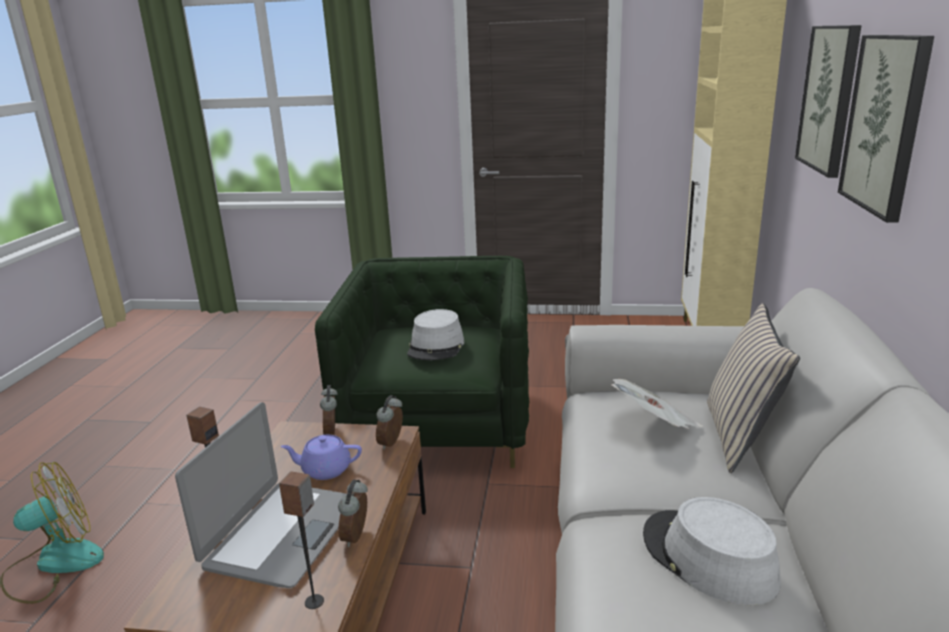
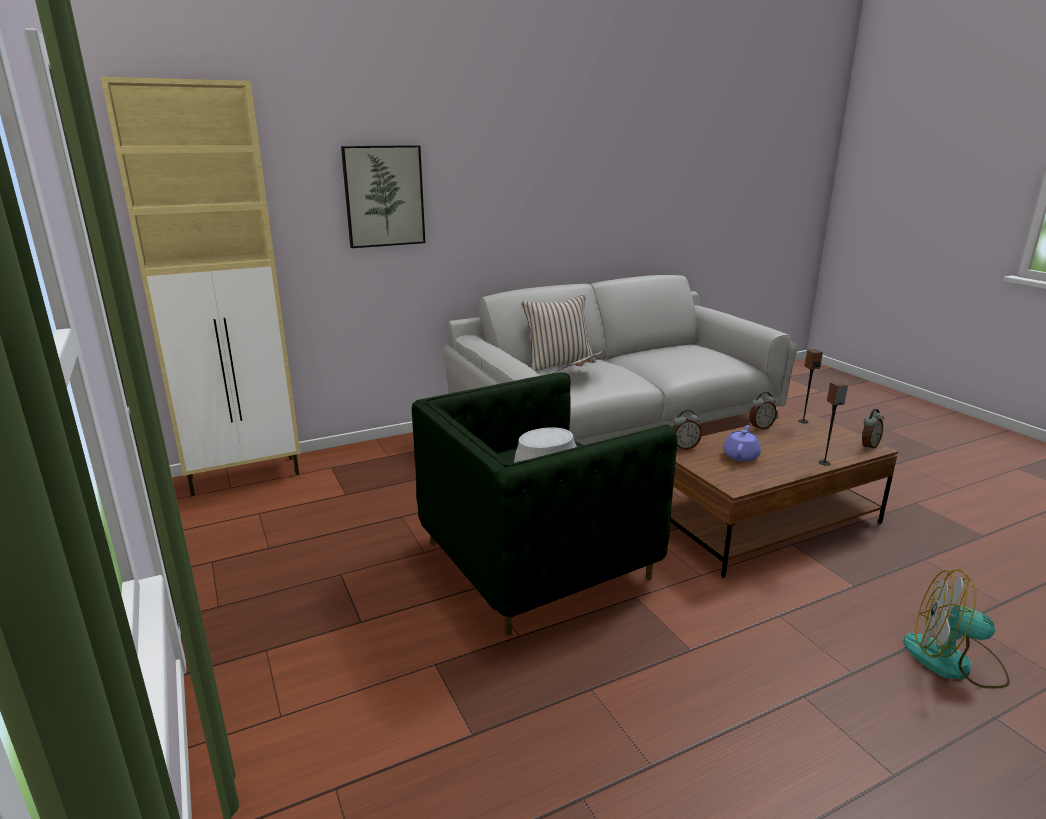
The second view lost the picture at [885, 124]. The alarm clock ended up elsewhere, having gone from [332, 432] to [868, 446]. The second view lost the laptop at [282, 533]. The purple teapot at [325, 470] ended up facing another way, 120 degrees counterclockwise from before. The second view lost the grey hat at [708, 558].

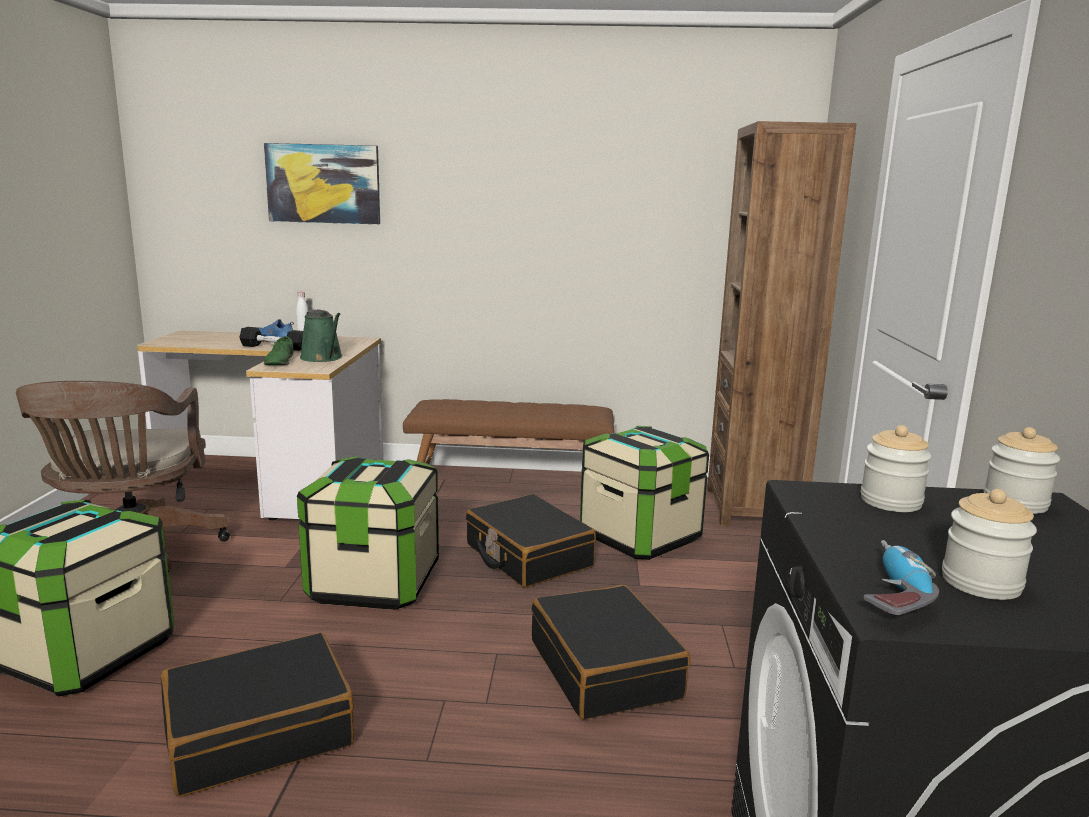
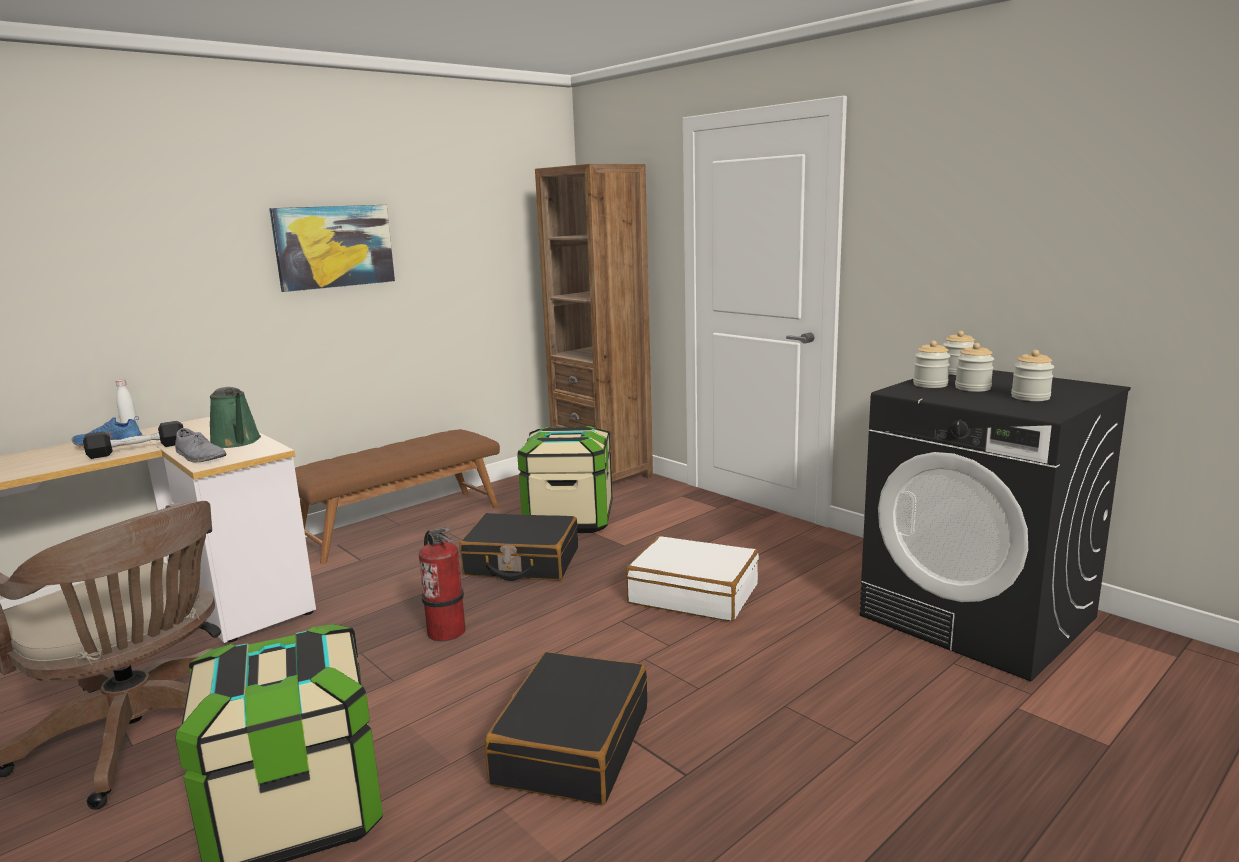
The picture ended up elsewhere, having gone from [323, 184] to [334, 246]. The green watering can at [323, 358] ended up facing another way, 45 degrees clockwise from before. What was the green shoe at [280, 361] turned into the grey shoe at [200, 456]. Where the storage box stood at [374, 583], the fire extinguisher came to stand at [446, 631]. The second view lost the power drill at [889, 593]. What was the black suitcase at [605, 669] turned into the white suitcase at [694, 594]. The second view gained the jar at [972, 388].

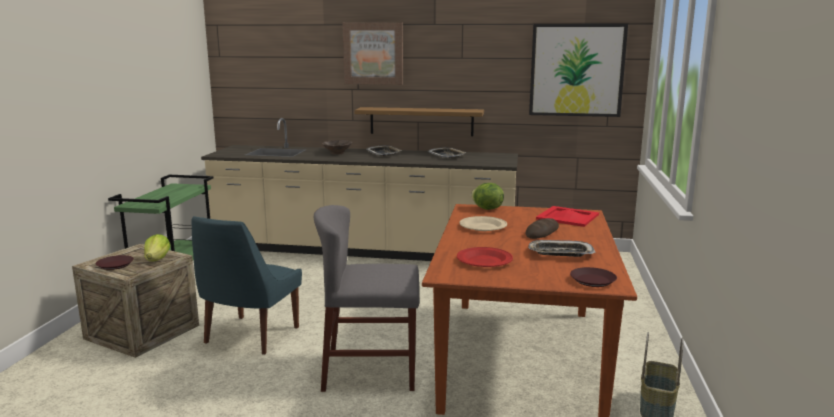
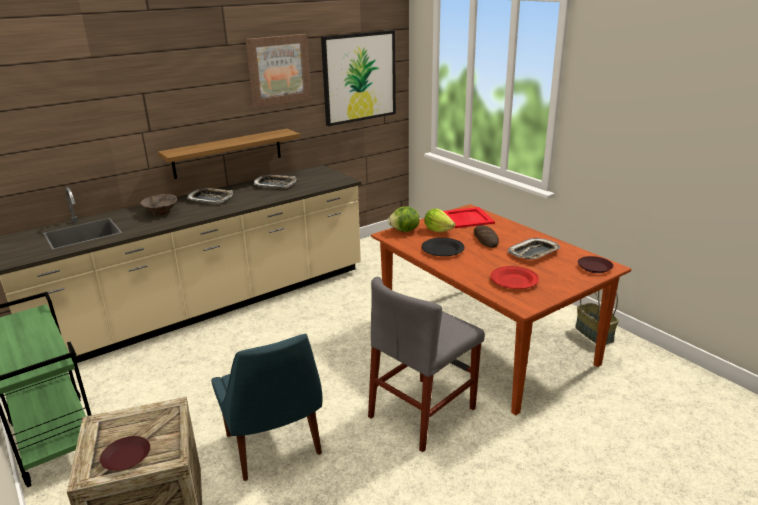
The picture ended up elsewhere, having gone from [373, 53] to [278, 70]. What was the beige plate at [482, 227] turned into the black plate at [442, 250]. The lettuce ended up elsewhere, having gone from [157, 259] to [438, 230].

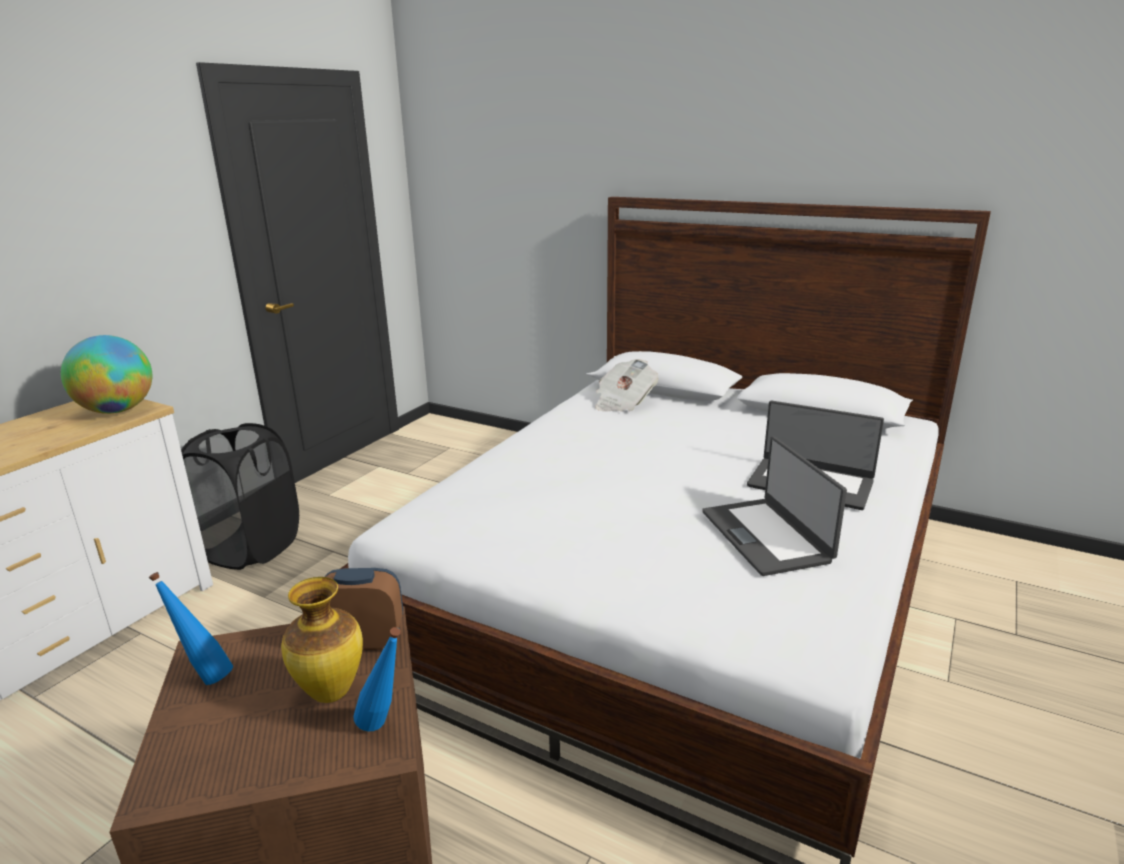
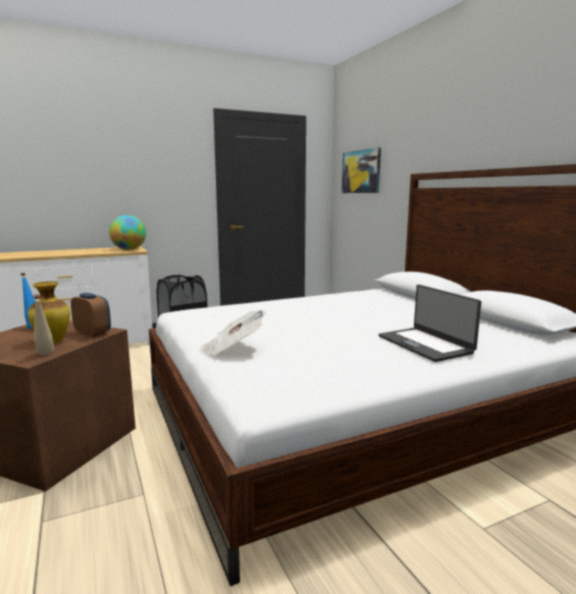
The newspaper ended up elsewhere, having gone from [623, 403] to [232, 349]. The second view lost the laptop at [766, 536]. What was the blue bottle at [385, 728] turned into the beige bottle at [45, 355]. The second view gained the picture at [361, 172].

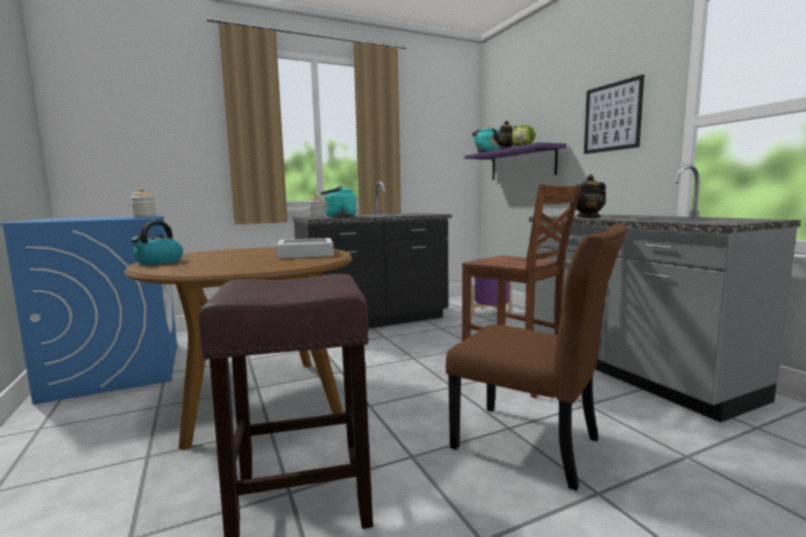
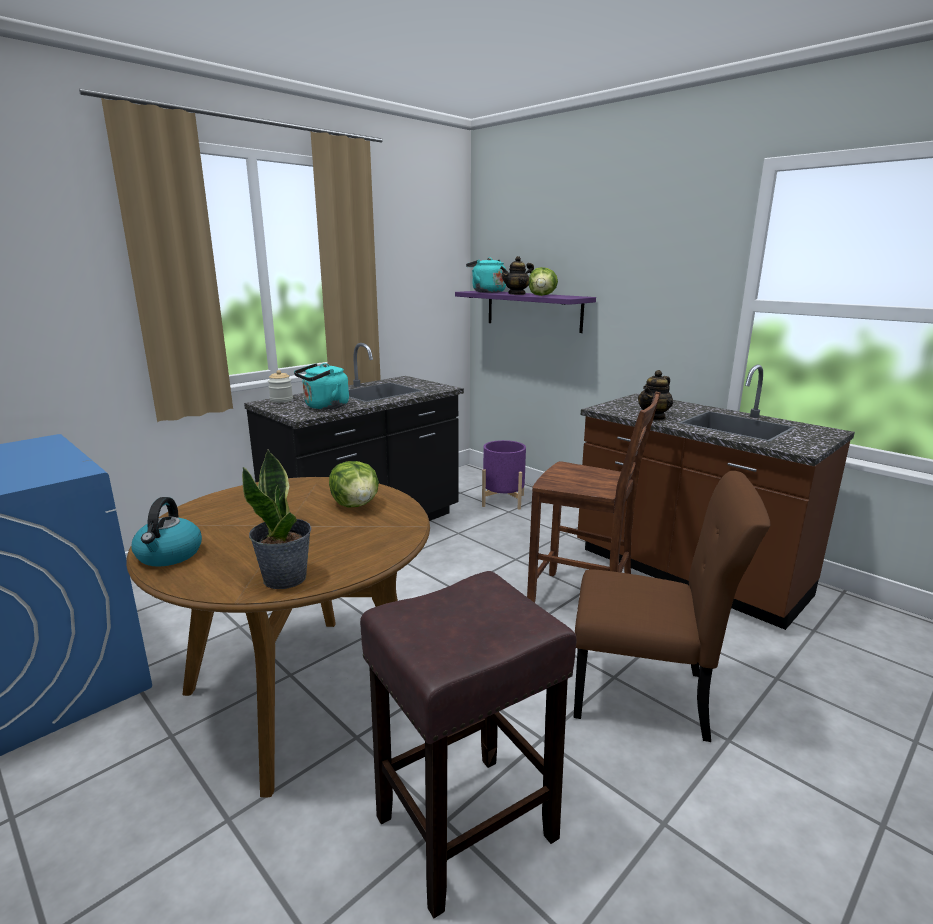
The second view lost the picture at [612, 117]. What was the grey counter at [631, 371] turned into the brown counter at [687, 574]. The second view lost the jar at [144, 216]. Where the grey tray stood at [305, 254], the lettuce came to stand at [356, 505]. The second view gained the potted plant at [286, 578].

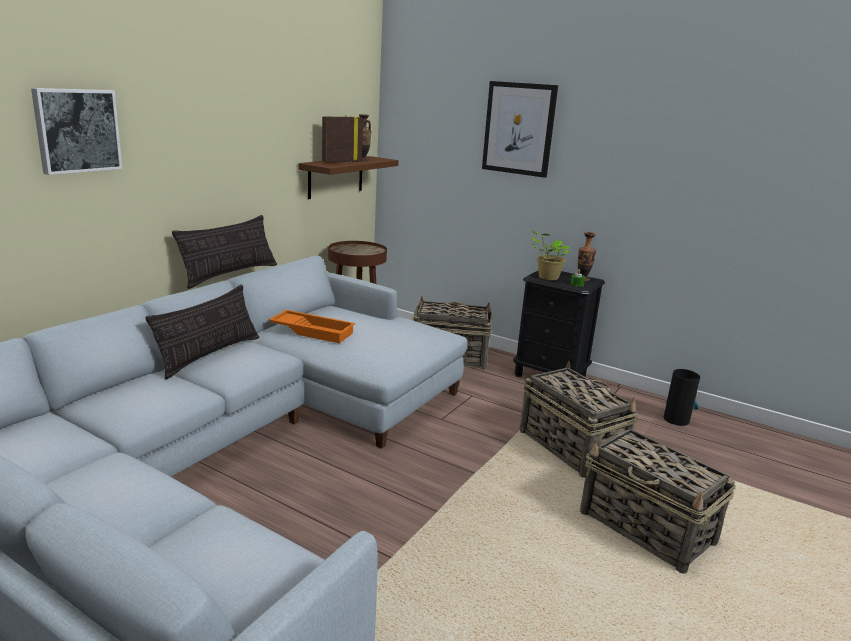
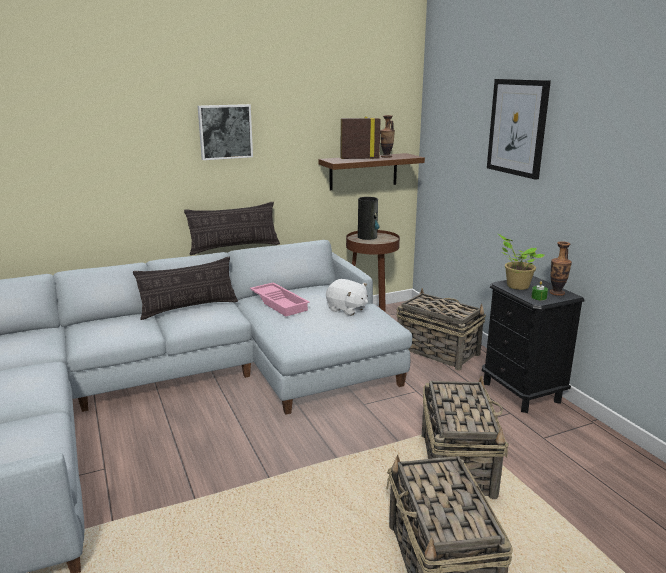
The picture ended up elsewhere, having gone from [77, 130] to [225, 131]. What was the orange tray at [313, 331] turned into the pink tray at [280, 303]. The vase ended up elsewhere, having gone from [676, 419] to [367, 237]. The second view gained the white plush toy at [347, 309].

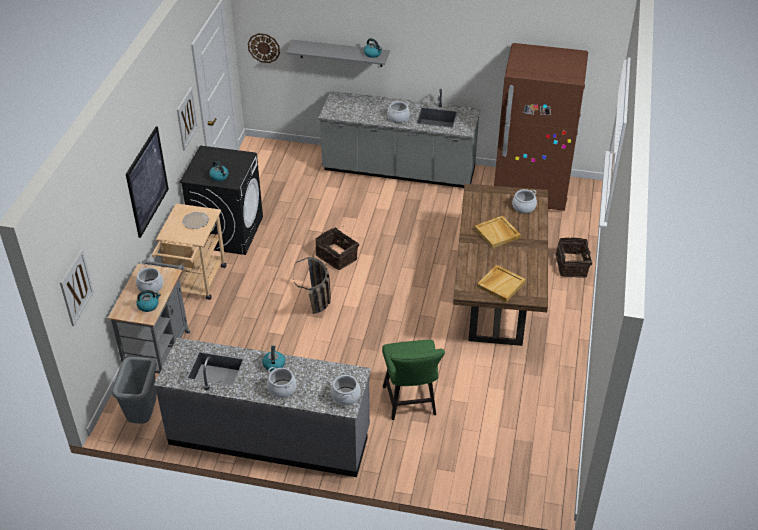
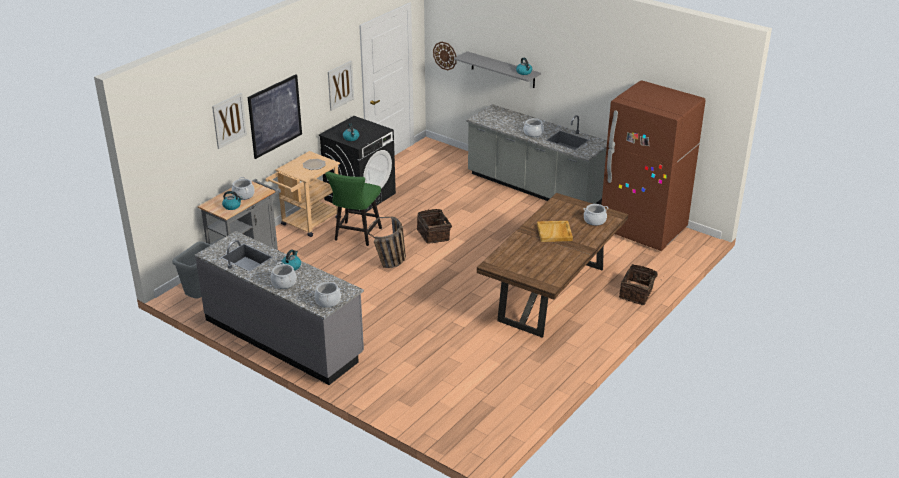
The picture ended up elsewhere, having gone from [76, 287] to [229, 120]. The second view lost the beige tray at [500, 284]. The green chair ended up elsewhere, having gone from [411, 404] to [356, 236].

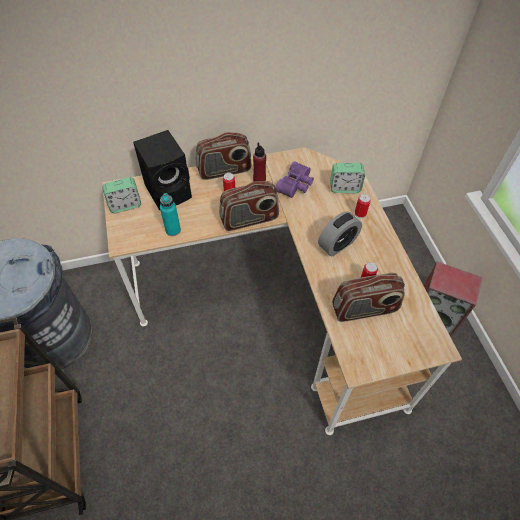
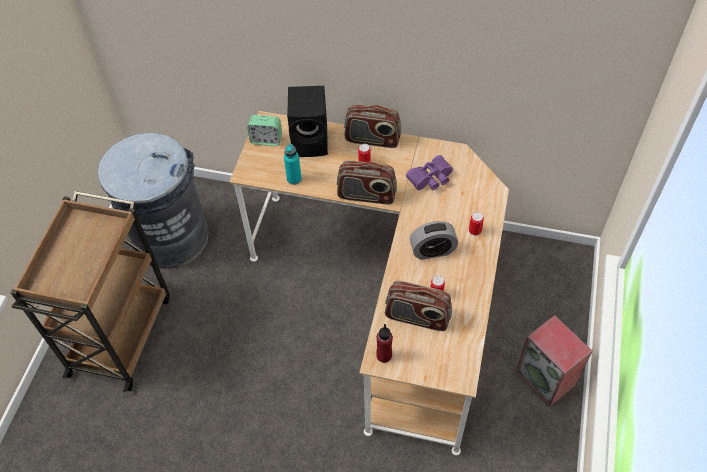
The red bottle ended up elsewhere, having gone from [259, 180] to [384, 355]. The second view lost the alarm clock at [344, 188].

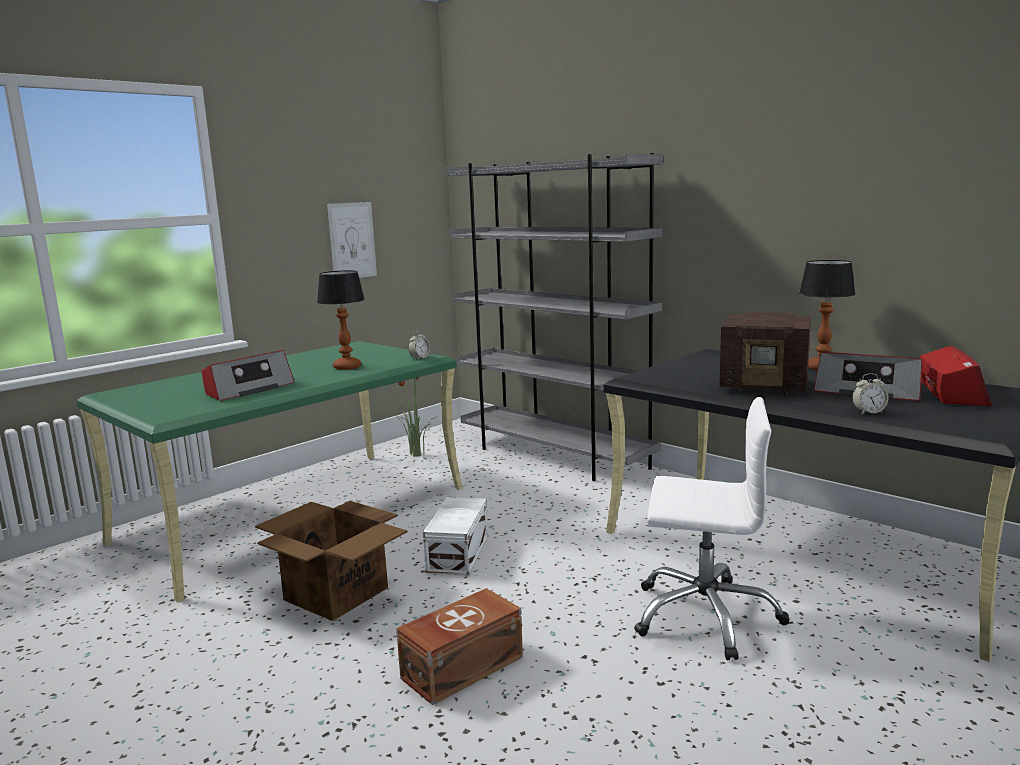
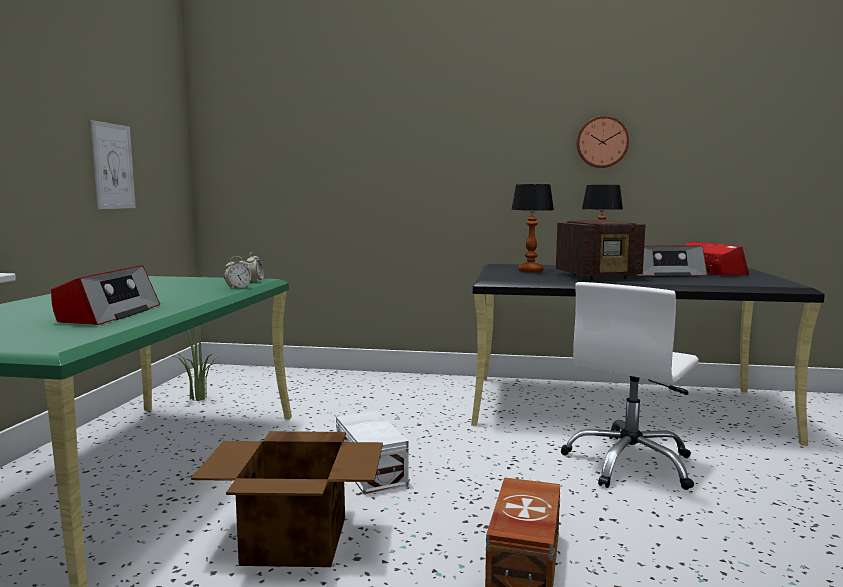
The second view lost the grey bookcase at [555, 456]. The table lamp ended up elsewhere, having gone from [347, 367] to [530, 271]. The alarm clock ended up elsewhere, having gone from [868, 412] to [238, 288]. The white office chair at [705, 615] ended up facing another way, 150 degrees clockwise from before. The second view gained the wall clock at [602, 142].

